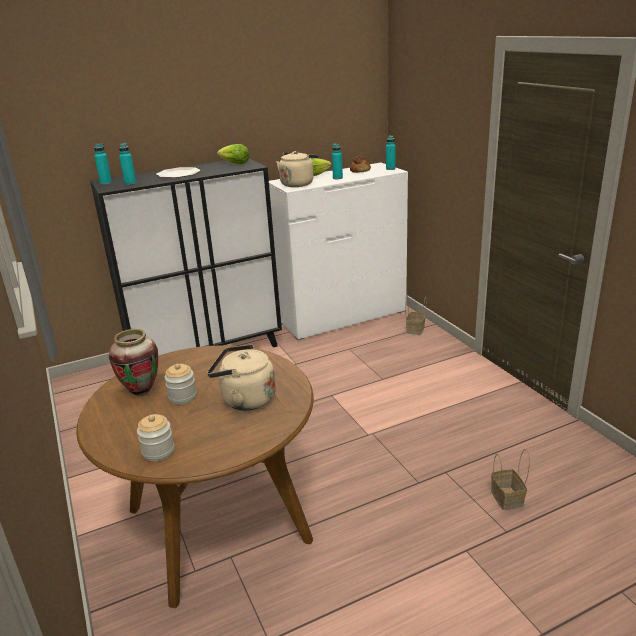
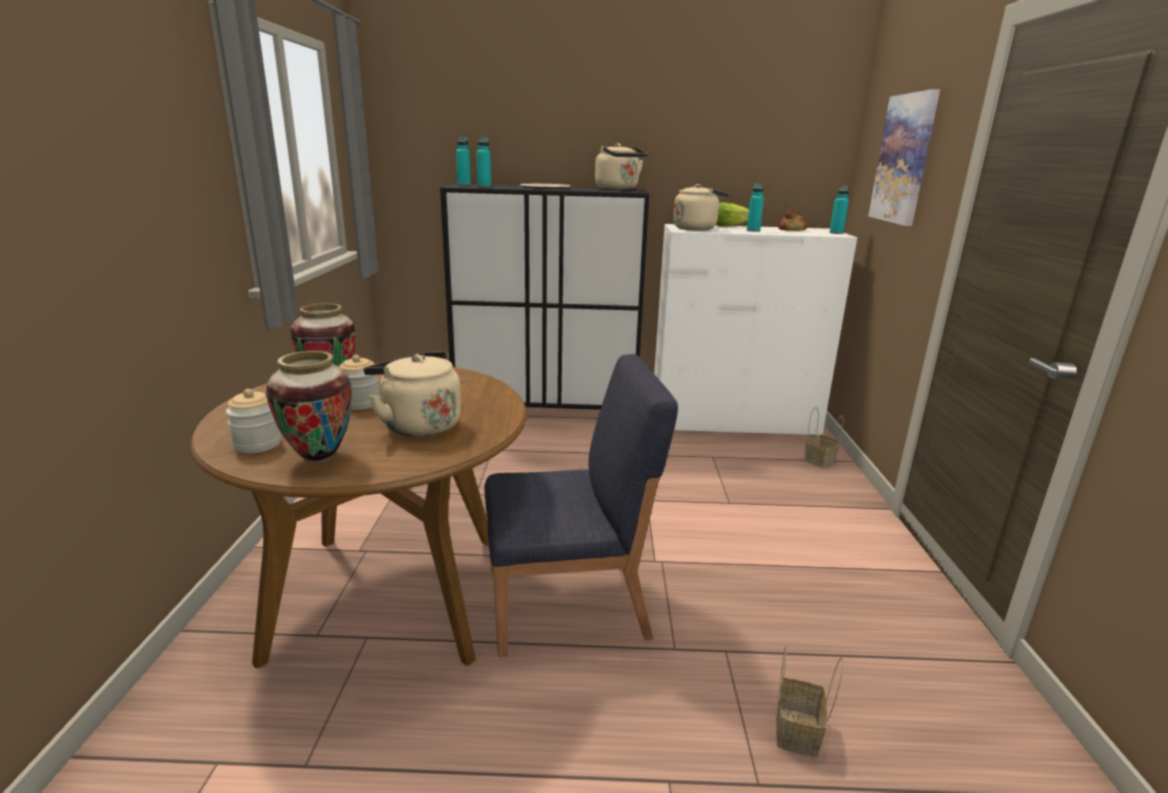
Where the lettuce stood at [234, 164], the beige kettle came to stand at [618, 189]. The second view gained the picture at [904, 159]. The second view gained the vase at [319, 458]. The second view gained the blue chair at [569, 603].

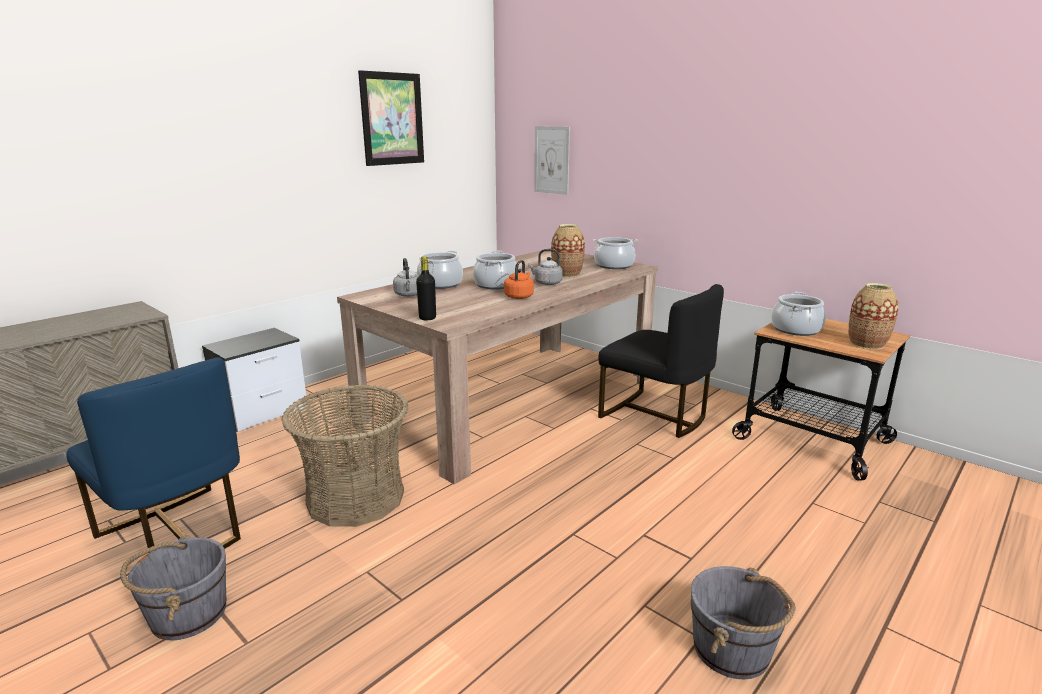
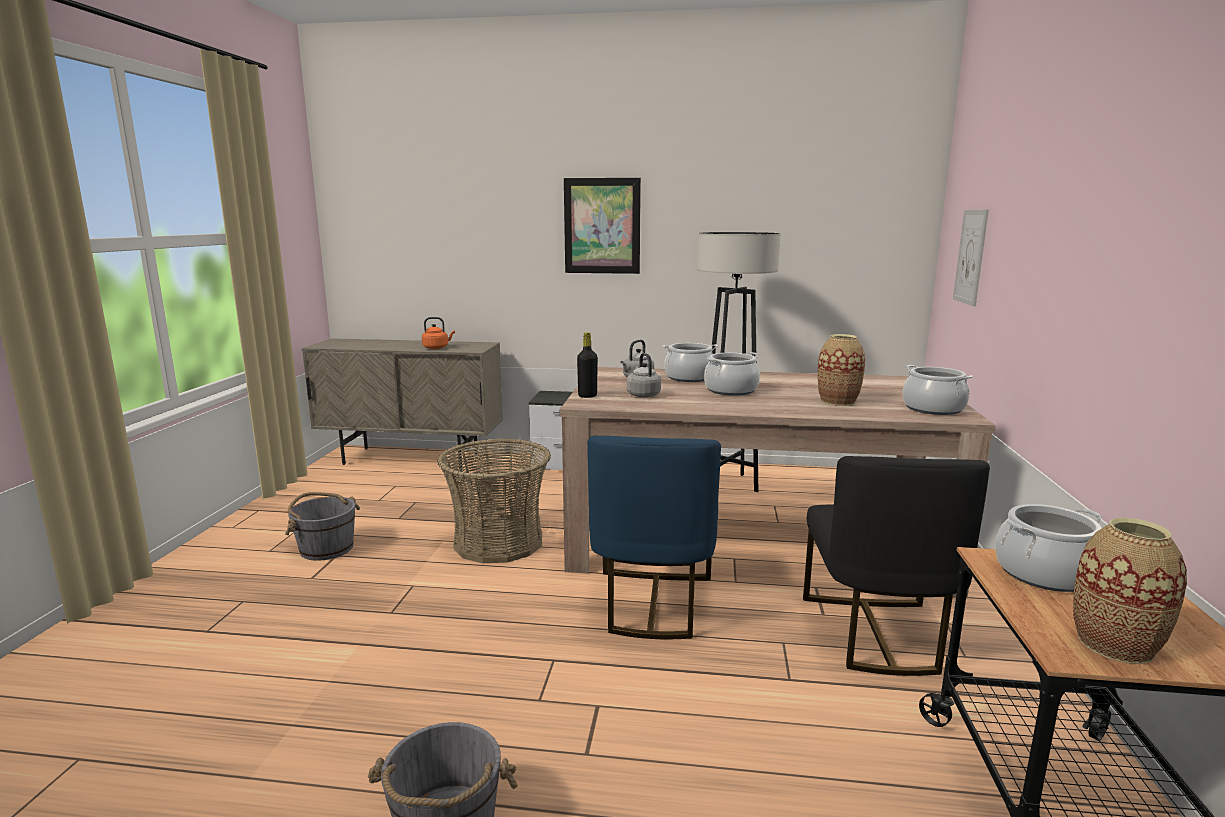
The picture ended up elsewhere, having gone from [392, 119] to [602, 226]. The grey kettle ended up elsewhere, having gone from [546, 283] to [642, 394]. The orange kettle ended up elsewhere, having gone from [519, 296] to [437, 348]. The blue chair ended up elsewhere, having gone from [176, 534] to [652, 603]. The second view gained the grey floor lamp at [727, 484].

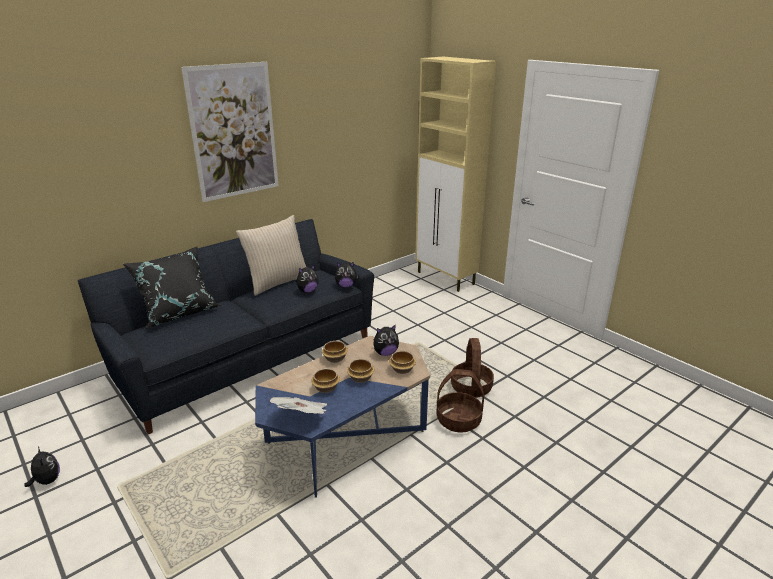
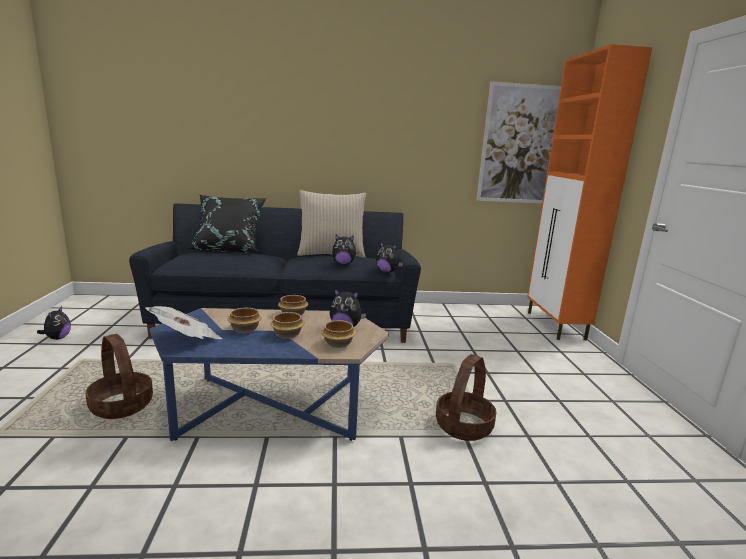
What was the beige cabinet at [446, 278] turned into the orange cabinet at [555, 326]. The picture ended up elsewhere, having gone from [234, 132] to [520, 145]. The basket ended up elsewhere, having gone from [459, 420] to [122, 405].

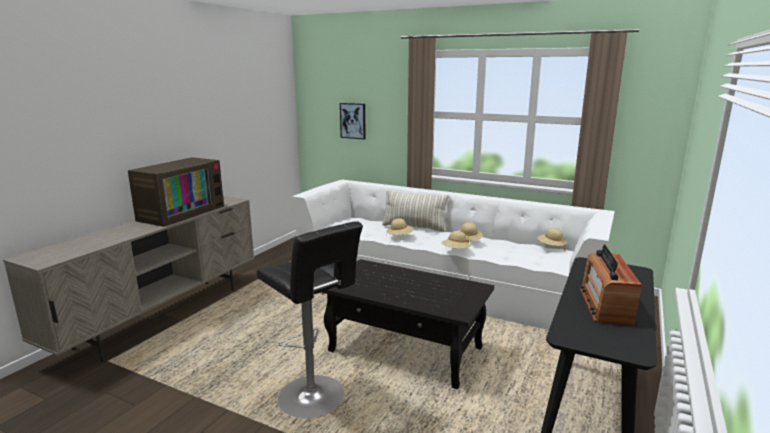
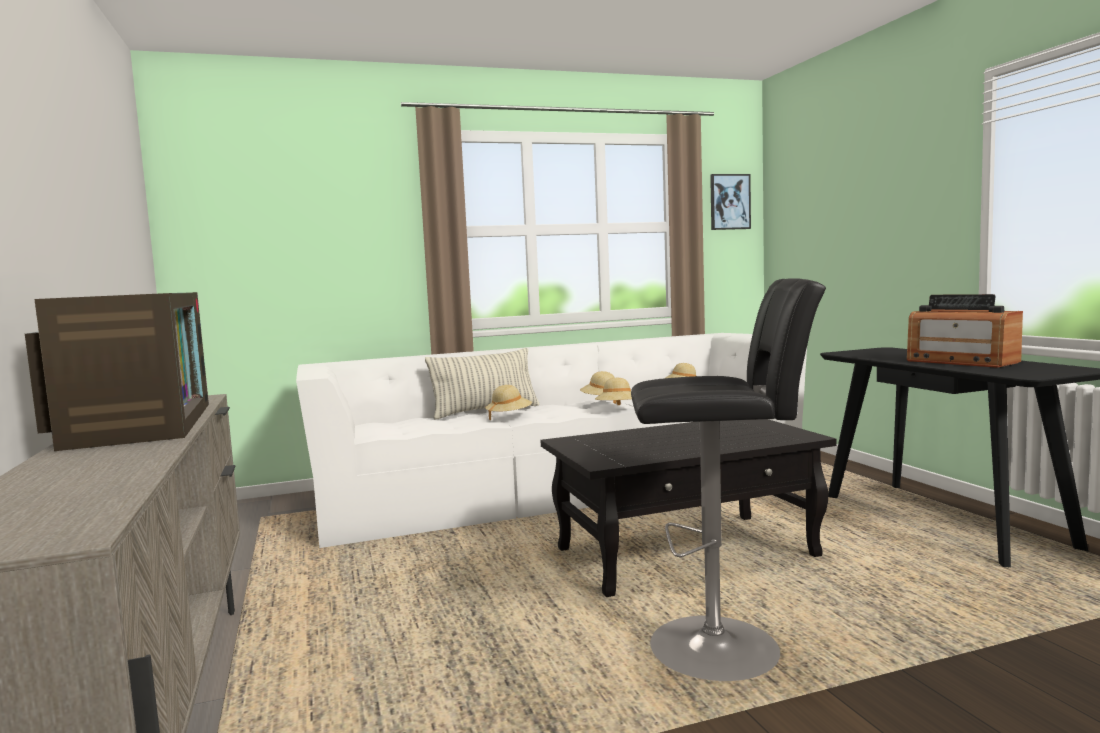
The picture ended up elsewhere, having gone from [353, 120] to [729, 202].

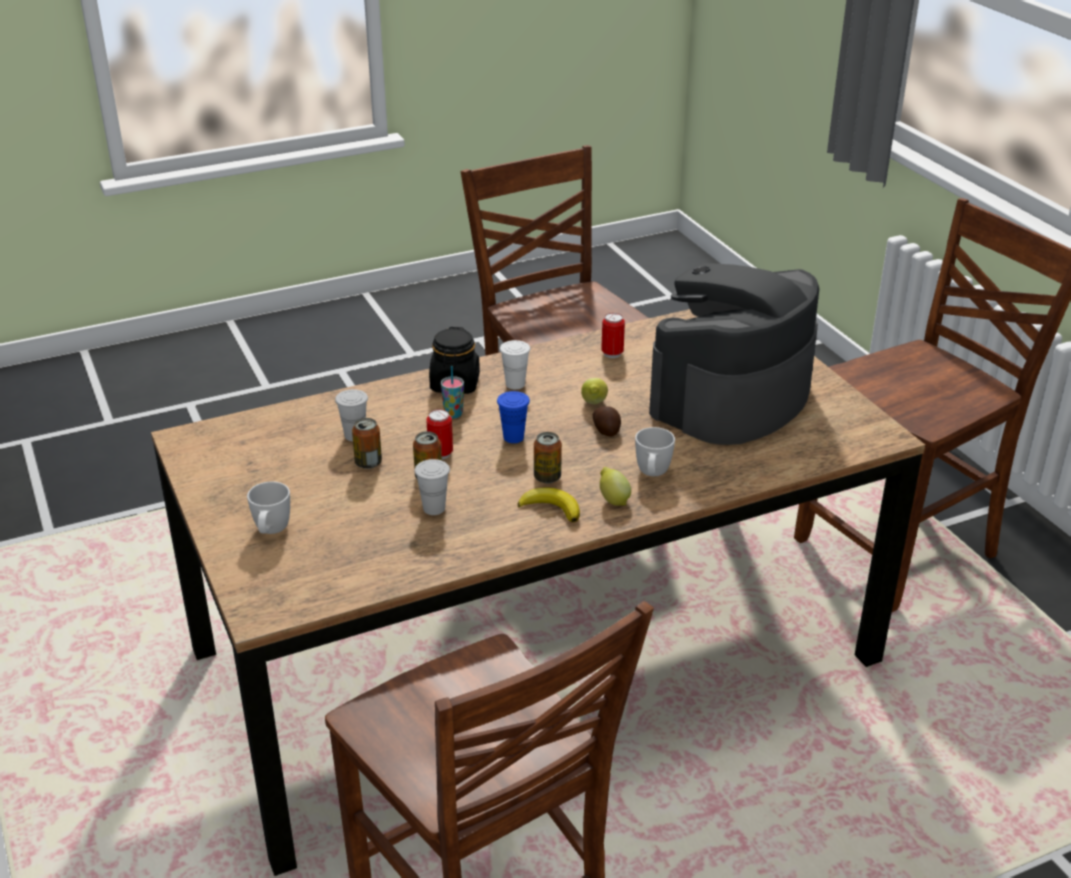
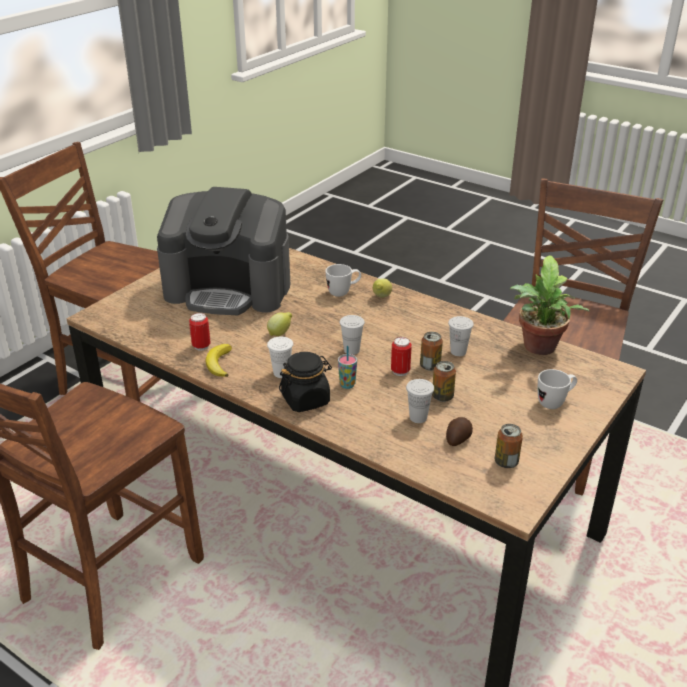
What was the blue cup at [513, 437] turned into the white cup at [351, 350]. The potato ended up elsewhere, having gone from [606, 429] to [457, 438]. The can ended up elsewhere, having gone from [547, 477] to [506, 462]. The banana ended up elsewhere, having gone from [551, 508] to [219, 363]. The second view gained the potted plant at [539, 349].

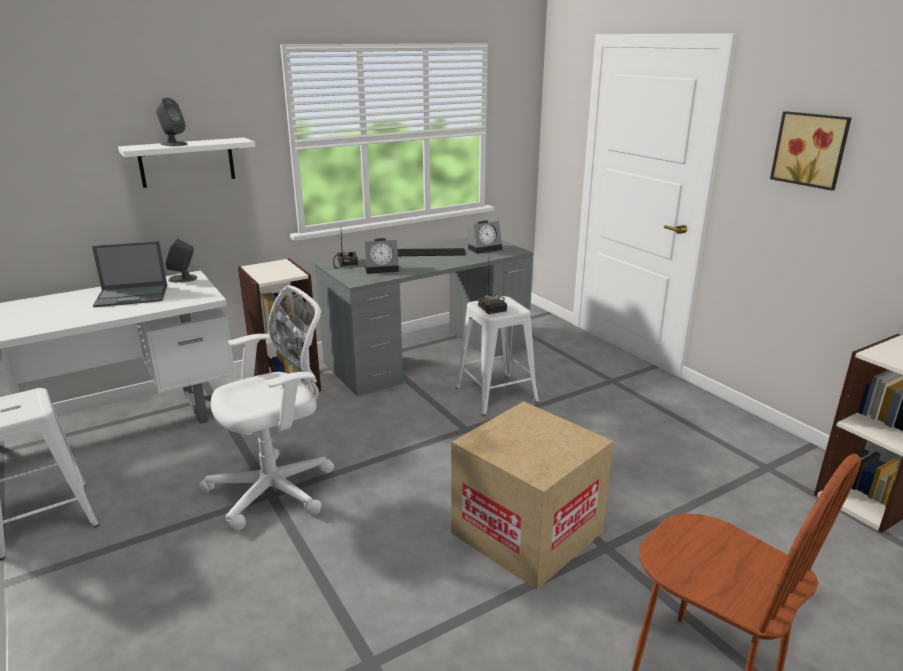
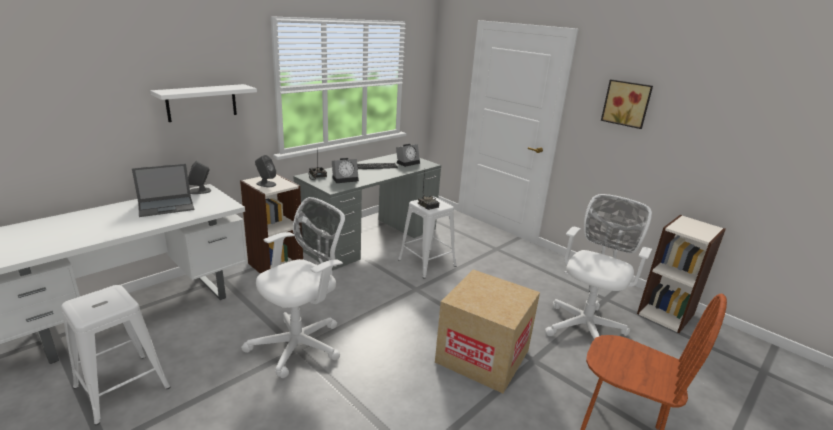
The grey speaker ended up elsewhere, having gone from [173, 144] to [266, 184]. The second view gained the white office chair at [585, 325].

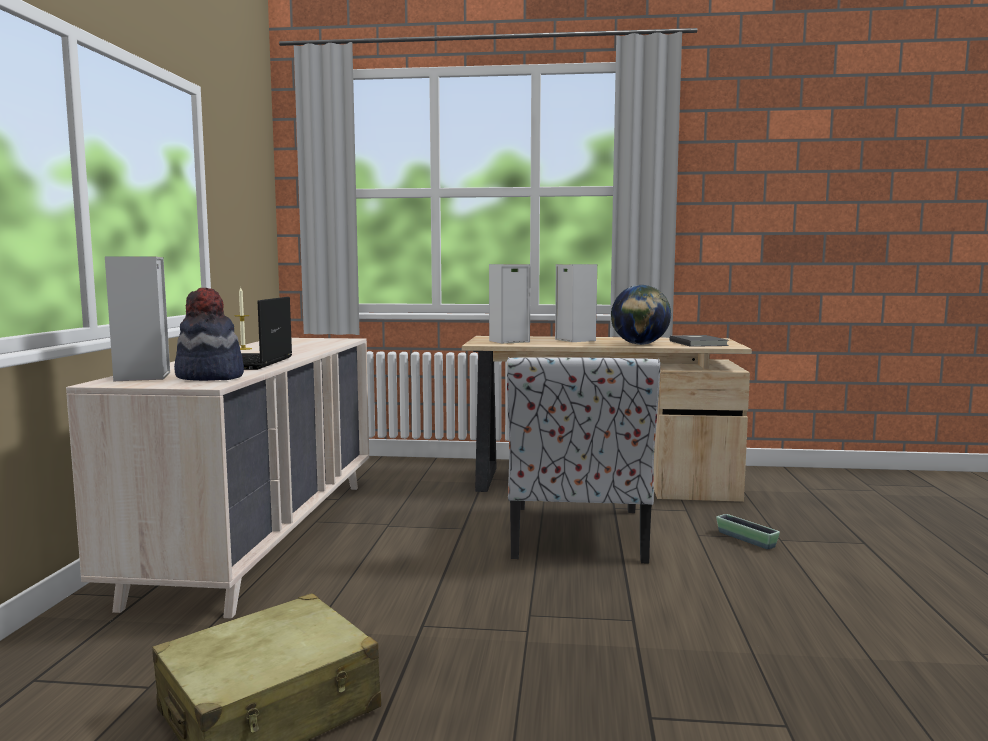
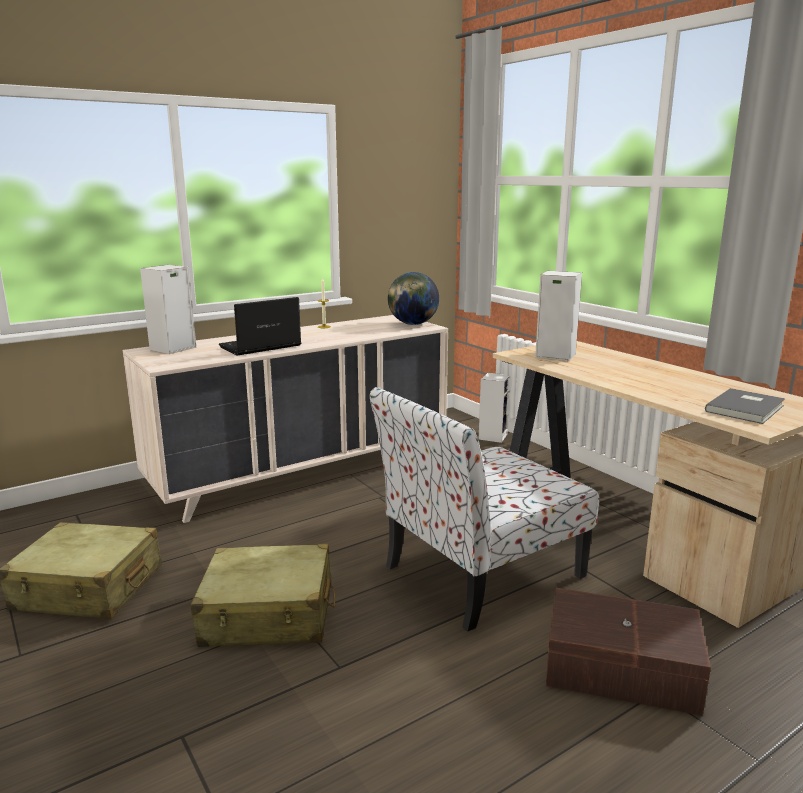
The speaker ended up elsewhere, having gone from [573, 340] to [492, 436]. The globe ended up elsewhere, having gone from [639, 344] to [413, 324]. The second view lost the hat at [209, 377]. Where the planter stood at [746, 539], the brown storage box came to stand at [619, 667]. The second view gained the beige suitcase at [268, 614].

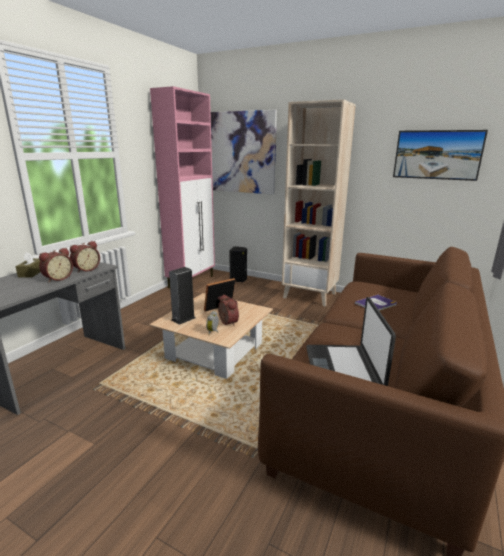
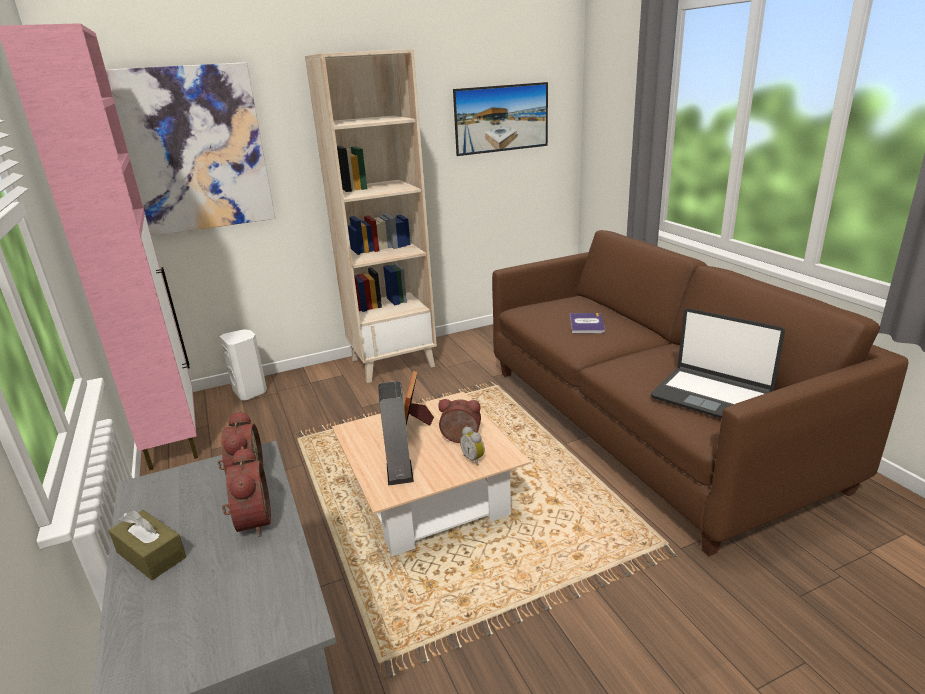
What was the black speaker at [238, 279] turned into the white speaker at [251, 392].

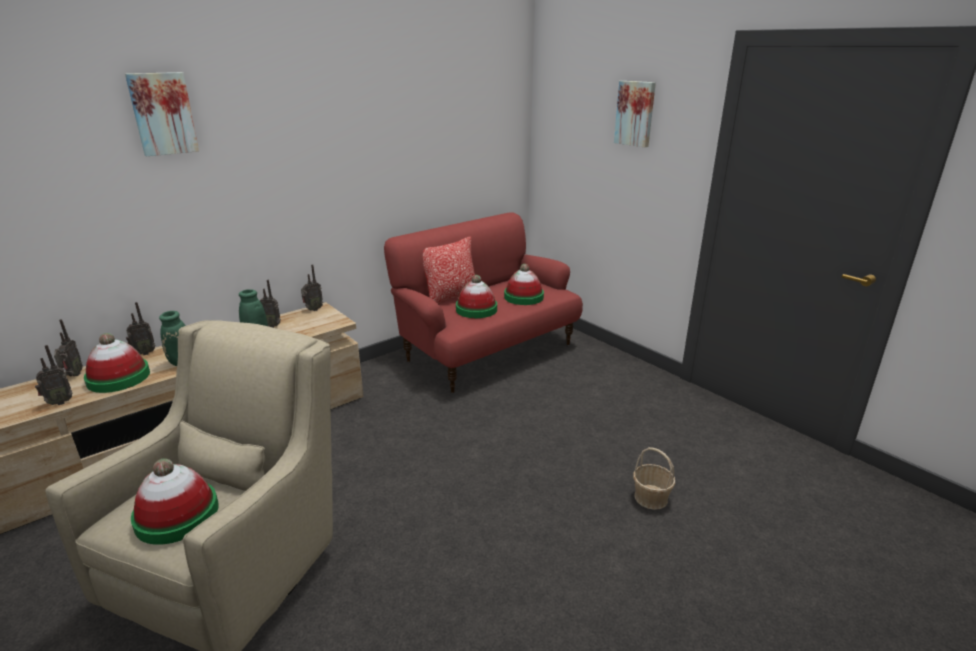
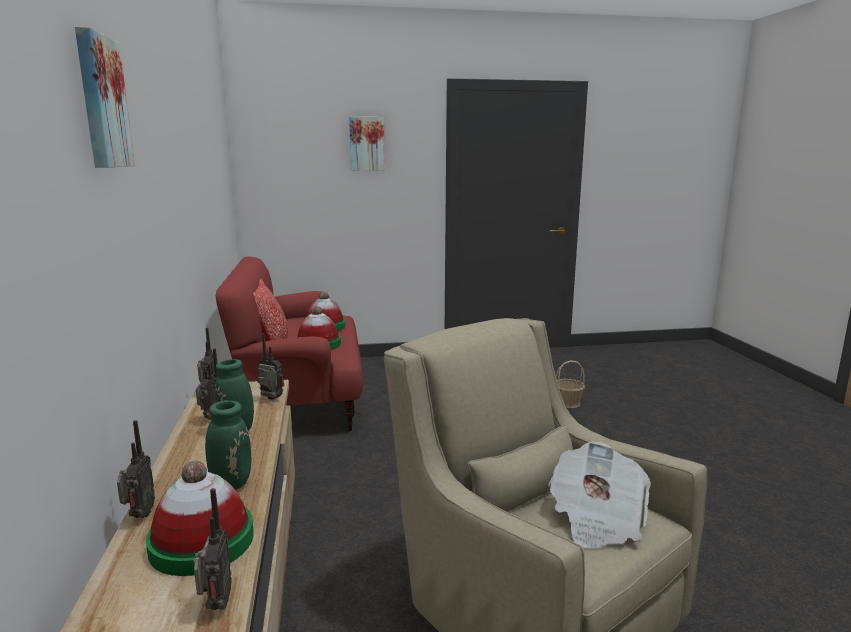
The radio ended up elsewhere, having gone from [73, 375] to [271, 400]. Where the hat stood at [177, 515], the newspaper came to stand at [596, 519].

